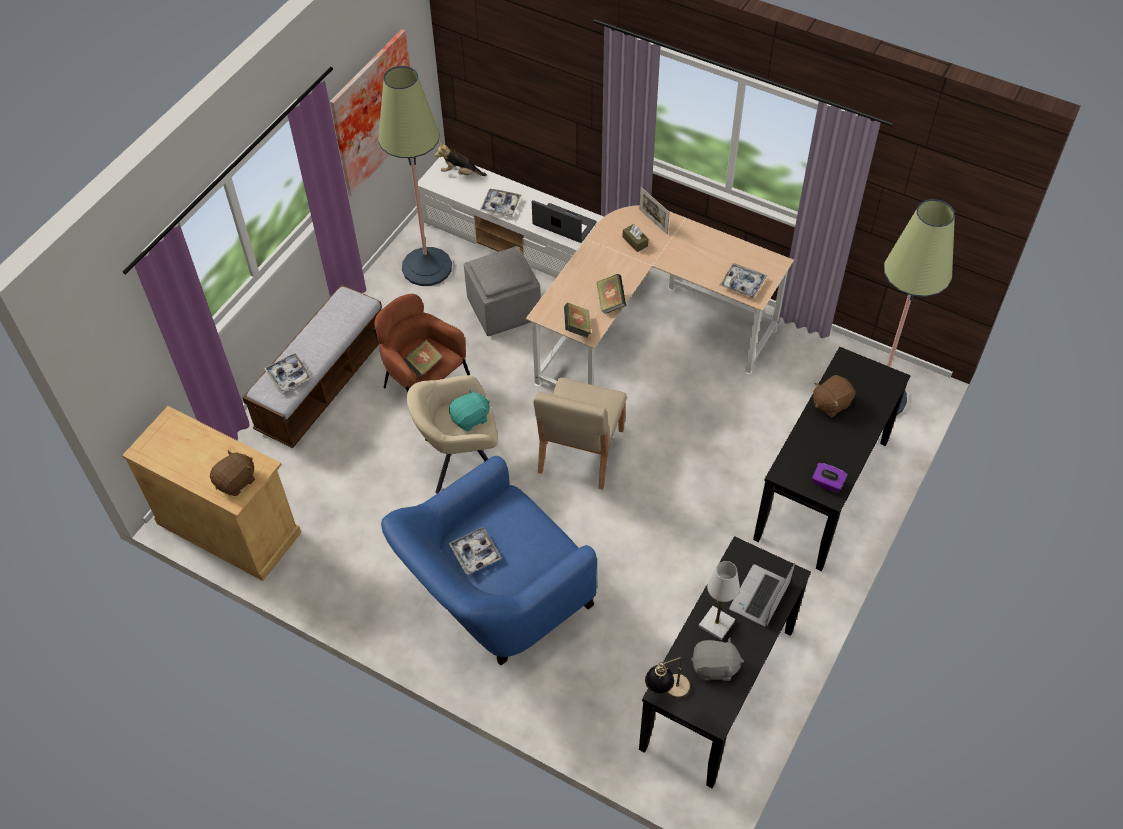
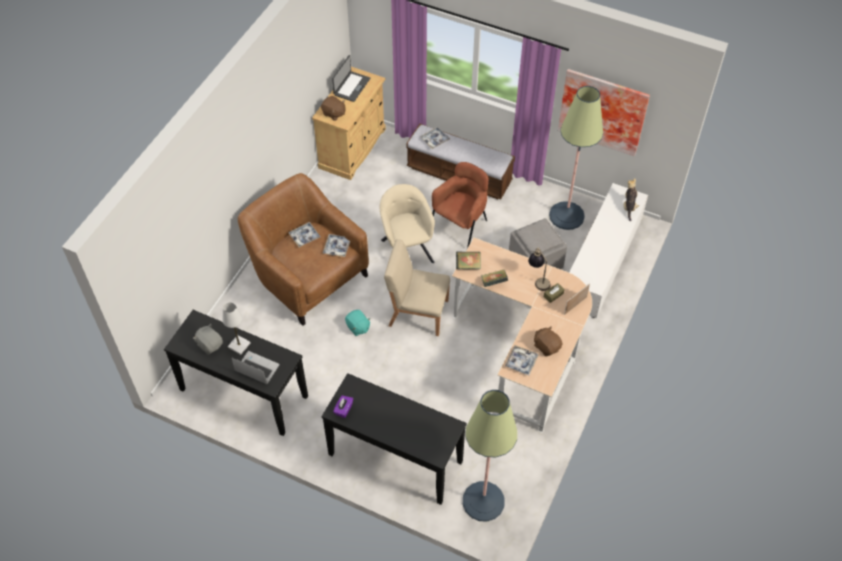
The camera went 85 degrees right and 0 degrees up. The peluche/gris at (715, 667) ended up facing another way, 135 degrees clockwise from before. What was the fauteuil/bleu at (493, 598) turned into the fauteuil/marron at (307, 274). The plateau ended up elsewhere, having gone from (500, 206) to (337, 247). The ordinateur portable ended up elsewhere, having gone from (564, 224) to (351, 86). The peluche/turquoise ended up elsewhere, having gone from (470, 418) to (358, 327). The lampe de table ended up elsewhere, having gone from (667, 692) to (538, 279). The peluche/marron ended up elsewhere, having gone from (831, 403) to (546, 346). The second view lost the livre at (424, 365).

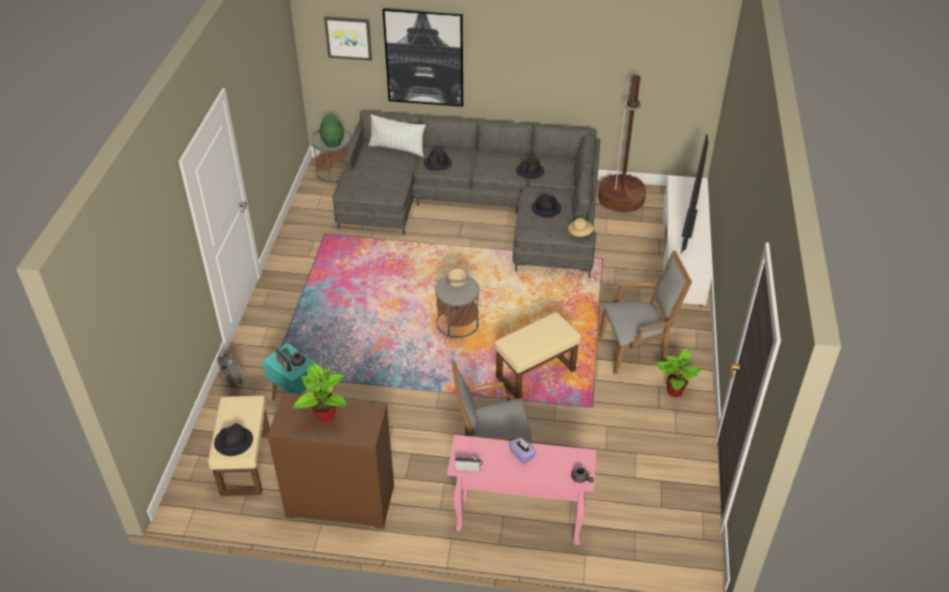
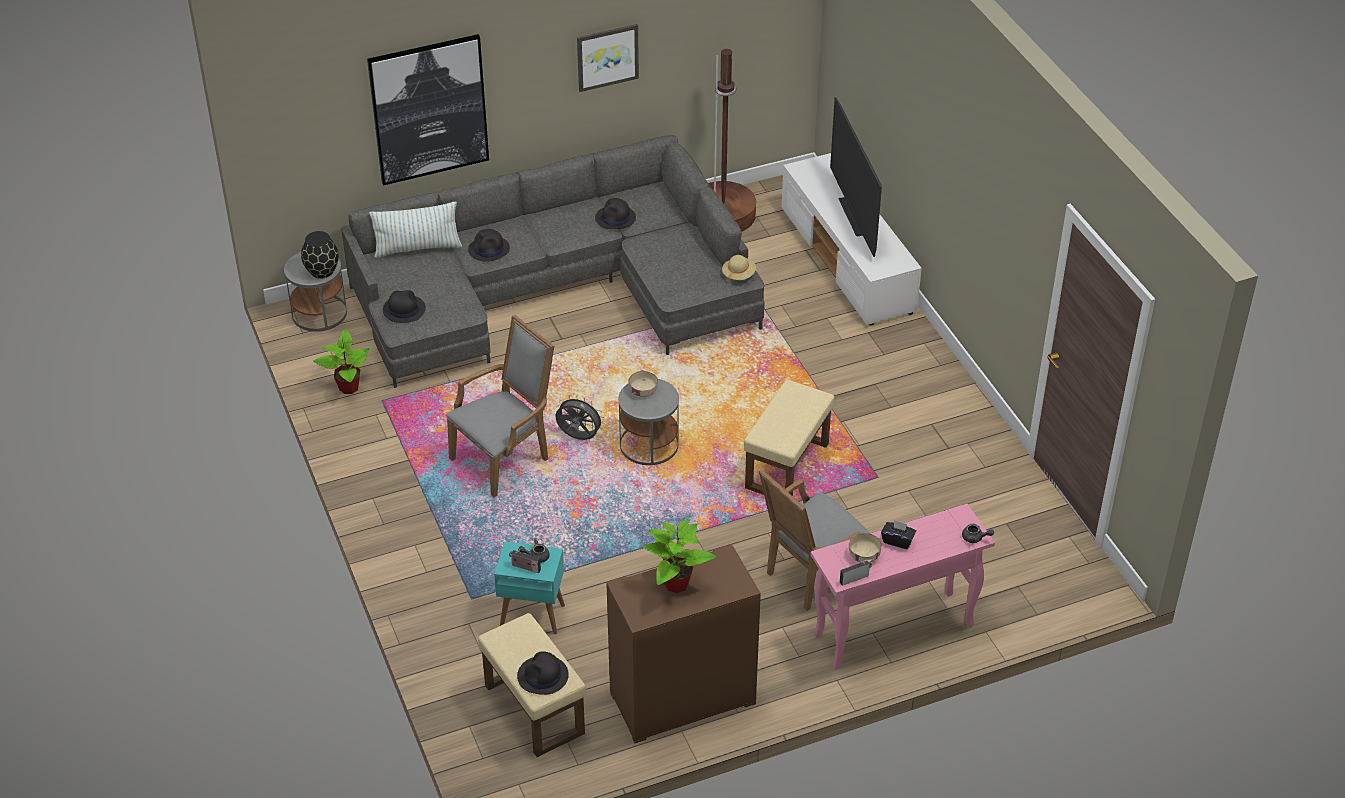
The camera went 30 degrees left and 0 degrees up. What was the vase/vert at (332, 143) turned into the vase/noir at (321, 271). The plante en pot ended up elsewhere, having gone from (675, 391) to (349, 387). The chapeau/noir ended up elsewhere, having gone from (546, 208) to (403, 309). The fauteuil/gris ended up elsewhere, having gone from (637, 350) to (506, 458). The ventilateur/gris ended up elsewhere, having gone from (232, 383) to (578, 438). The tableau ended up elsewhere, having gone from (348, 38) to (607, 57). The second view gained the bol/beige at (864, 555). What was the boîte à mouchoirs/violet at (522, 455) turned into the boîte à mouchoirs/noir at (897, 541).

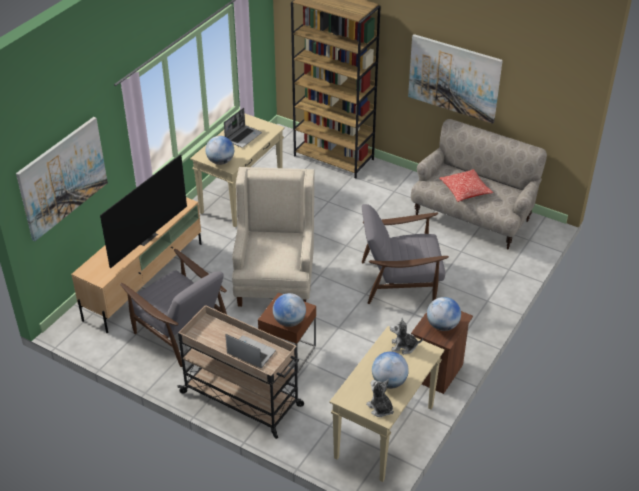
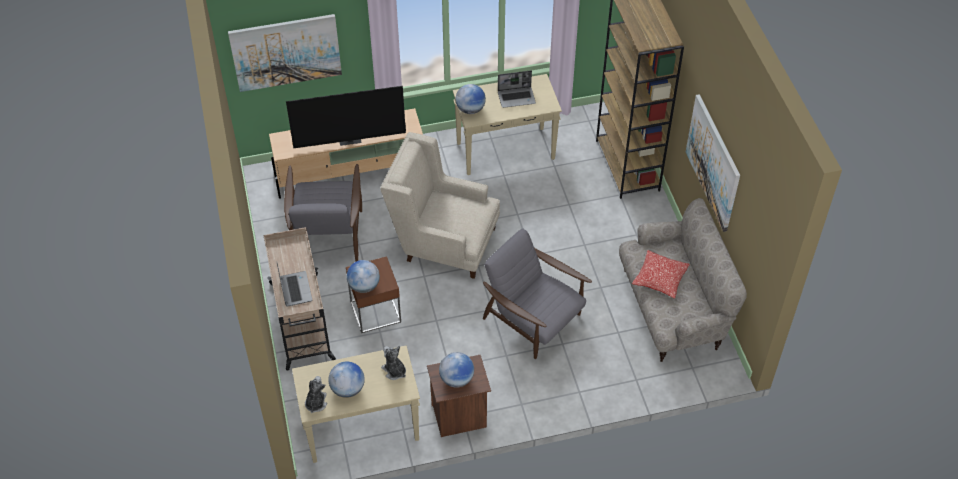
The camera went 45 degrees right and 10 degrees up. The fauteuil/beige at (275, 278) ended up facing another way, 120 degrees counterclockwise from before.

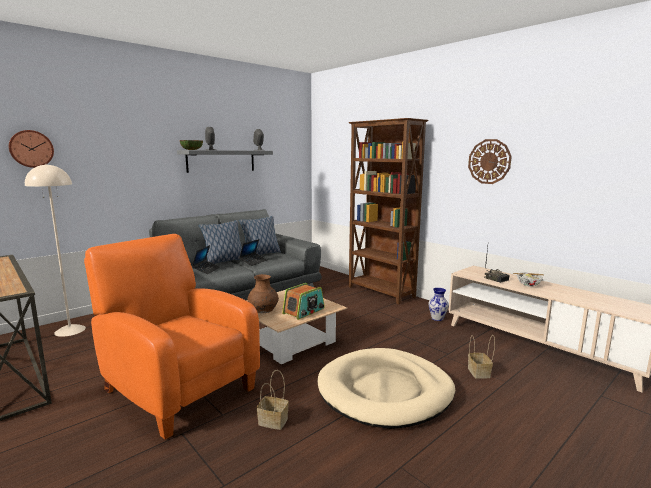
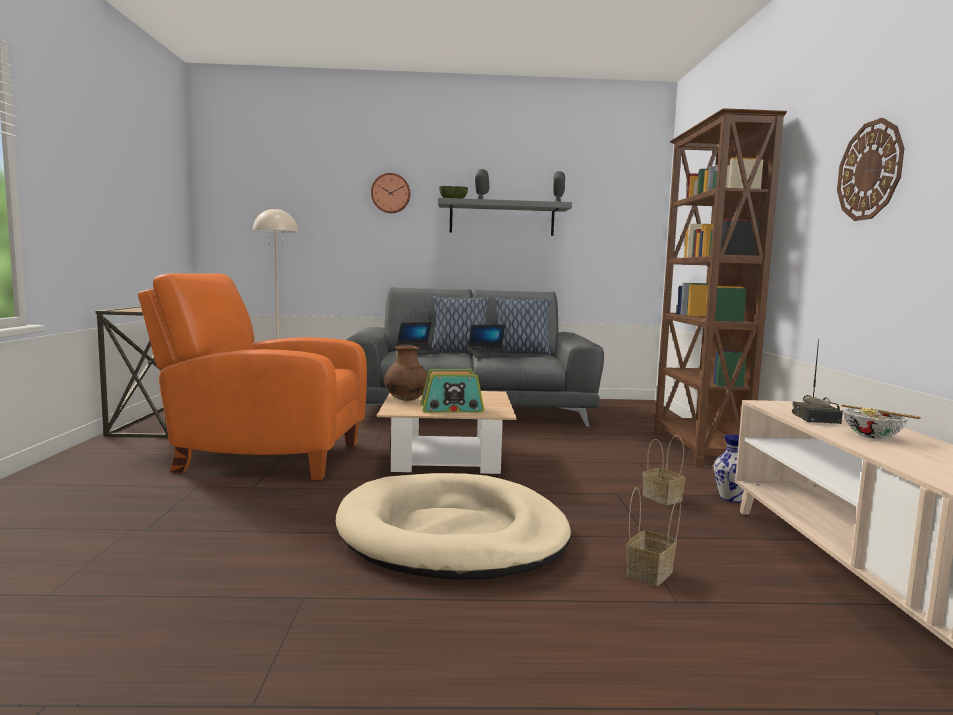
The camera went 40 degrees right and 5 degrees down. The fauteuil/orange at (176, 387) ended up facing another way, 75 degrees counterclockwise from before. The horloge murale ended up elsewhere, having gone from (31, 149) to (391, 193). The panier ended up elsewhere, having gone from (274, 421) to (663, 498).

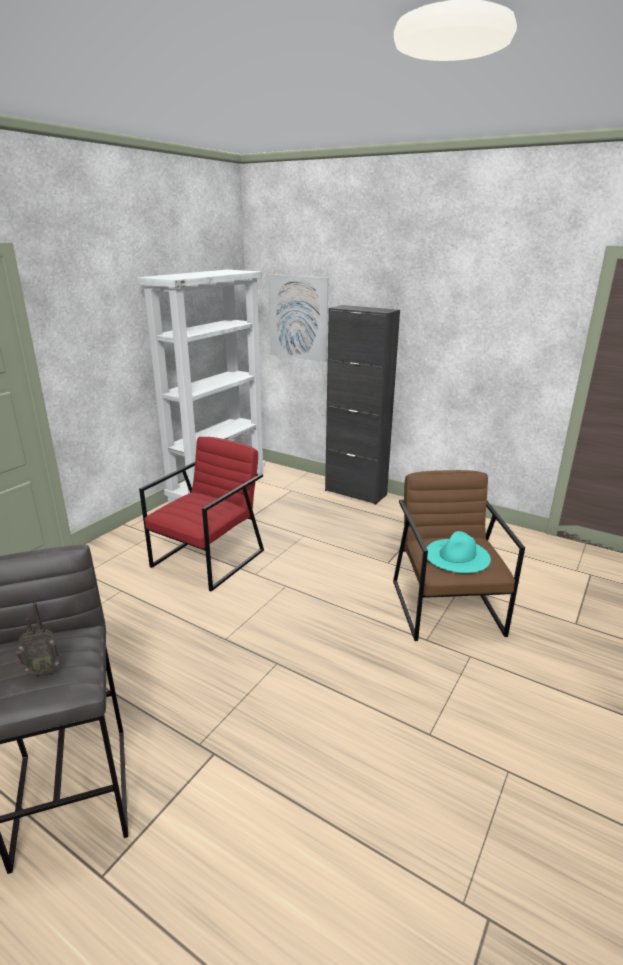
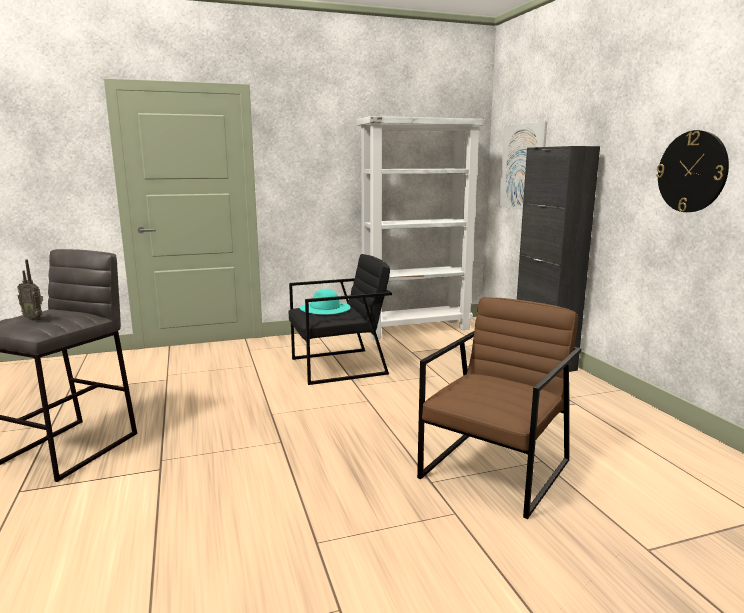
The camera went 40 degrees right and 10 degrees down. What was the fauteuil/rouge at (208, 558) turned into the fauteuil/noir at (338, 366). The chapeau/turquoise ended up elsewhere, having gone from (457, 555) to (325, 308). The second view gained the horloge murale at (692, 171).

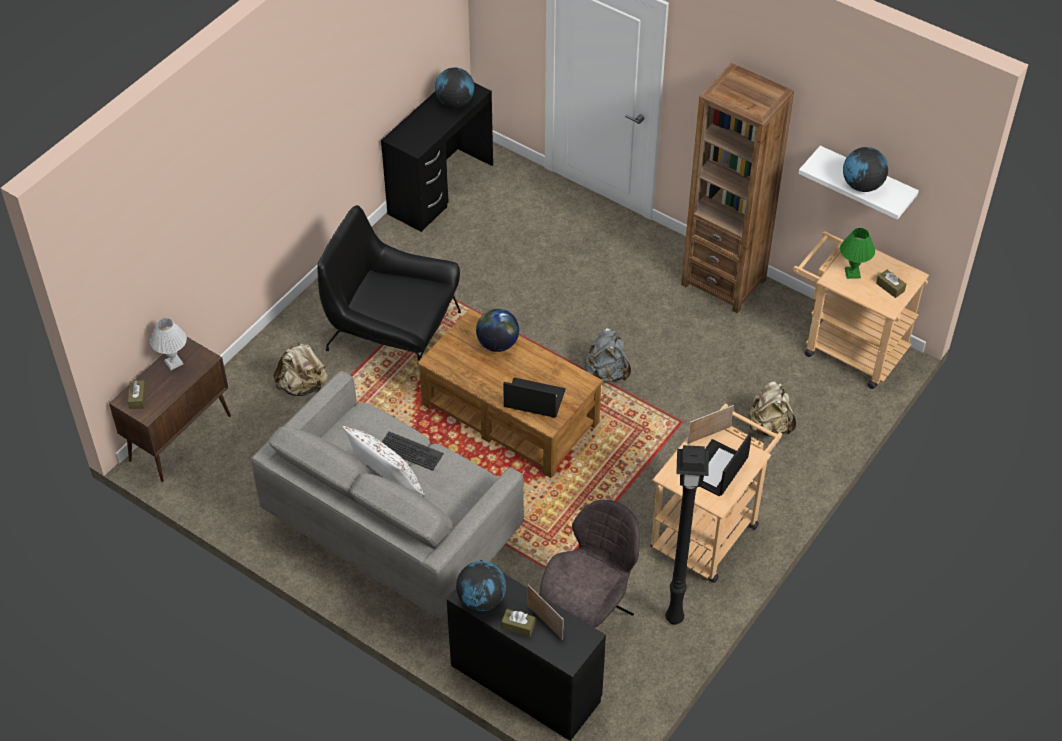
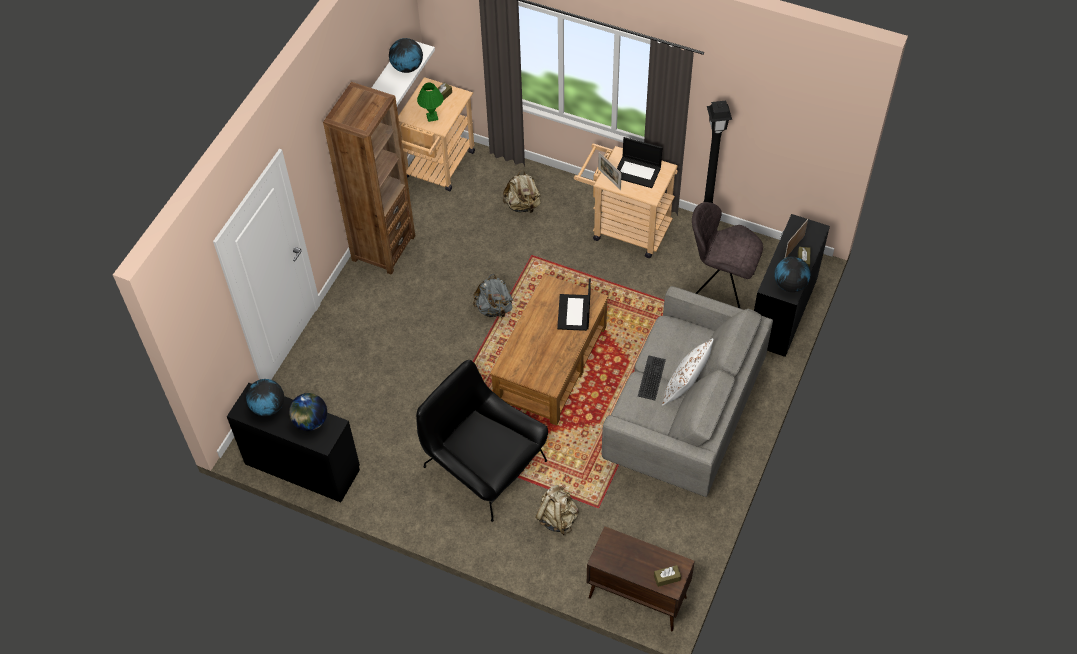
The camera went 100 degrees left and 5 degrees up. The globe ended up elsewhere, having gone from (497, 343) to (310, 421). The fauteuil/noir at (392, 332) ended up facing another way, 120 degrees clockwise from before. The second view lost the lampe de table/blanc at (174, 363).

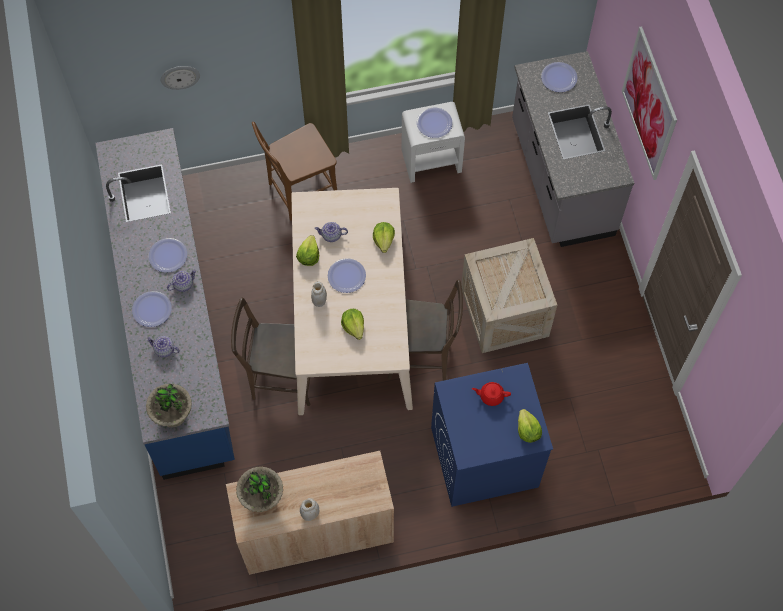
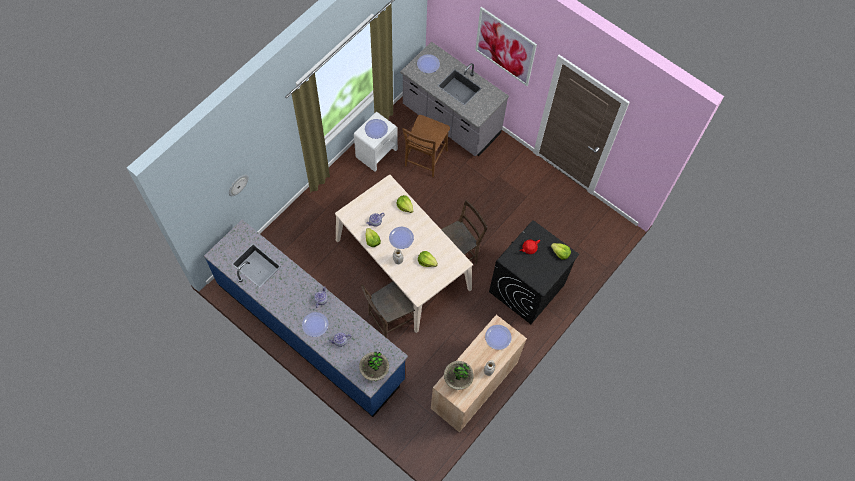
The camera went 40 degrees left and 0 degrees up. The chaise/marron ended up elsewhere, having gone from (299, 192) to (424, 160). The assiette ended up elsewhere, having gone from (168, 256) to (498, 337). What was the lave-linge/bleu at (483, 457) turned into the lave-linge/noir at (526, 288). The second view lost the caisse at (506, 313).

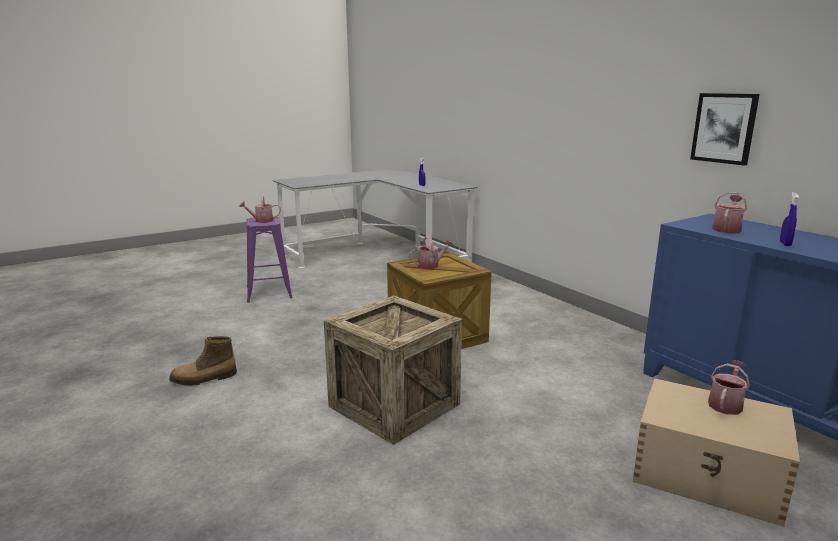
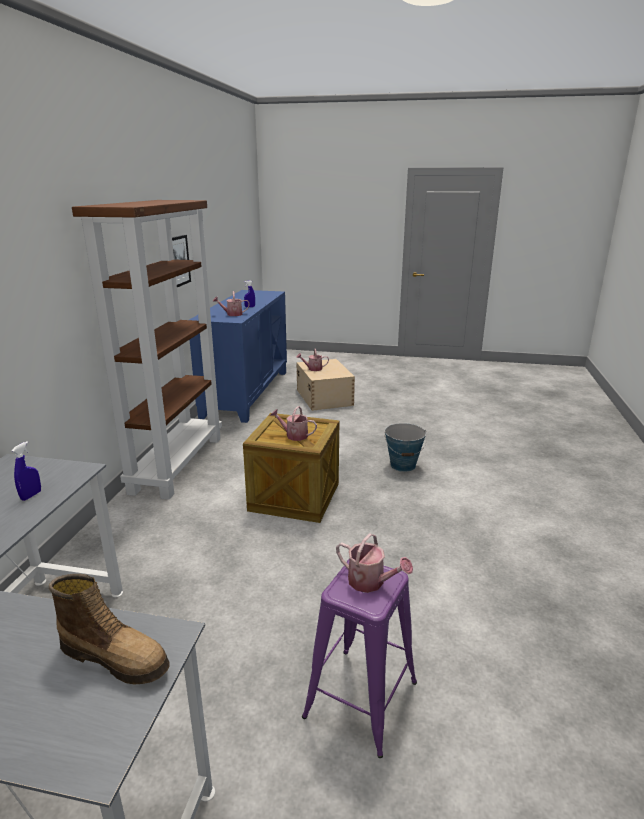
The camera went 135 degrees left and 5 degrees up. The botte ended up elsewhere, having gone from (204, 379) to (116, 657). The second view gained the bibliothèque/marron at (177, 463). Where the caisse stood at (394, 405), the seau came to stand at (403, 465).

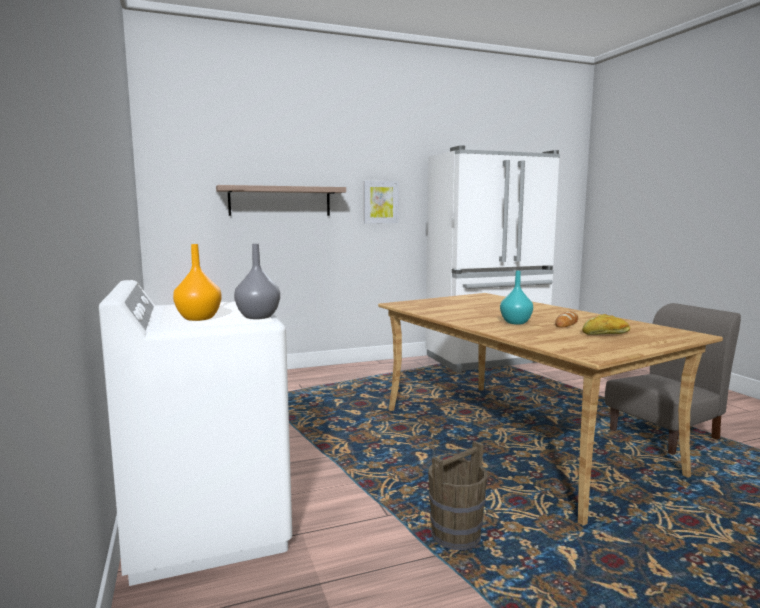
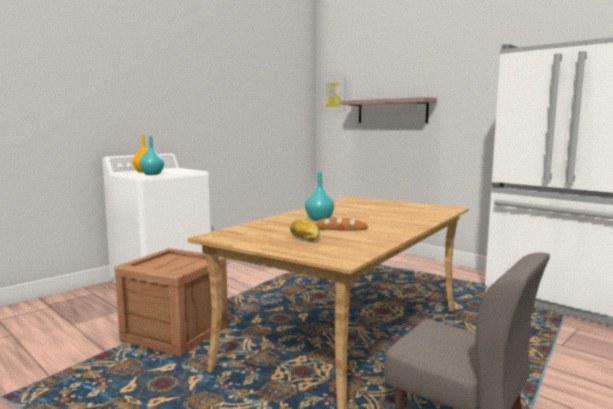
The camera went 65 degrees right and 0 degrees up. Where the seau/marron stood at (455, 536), the caisse came to stand at (175, 333). What was the vase/gris at (258, 316) turned into the vase/turquoise at (153, 174). The tableau ended up elsewhere, having gone from (380, 202) to (334, 95).

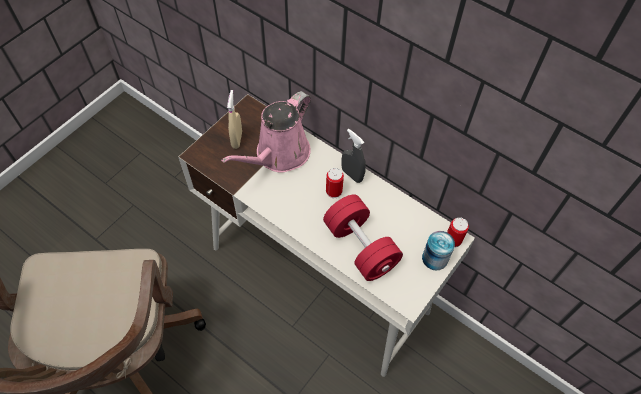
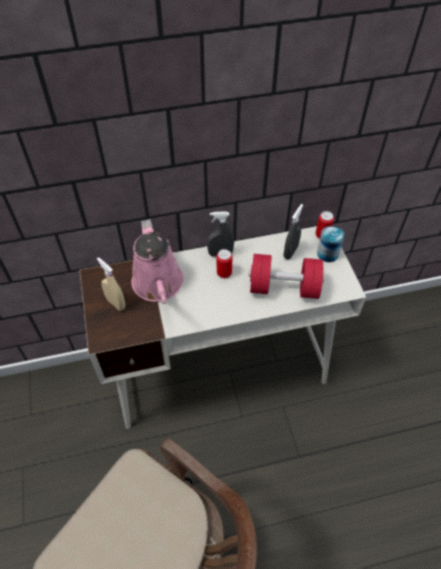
The camera went 50 degrees left and 5 degrees down. The second view gained the vaporisateur/gris at (290, 252).

